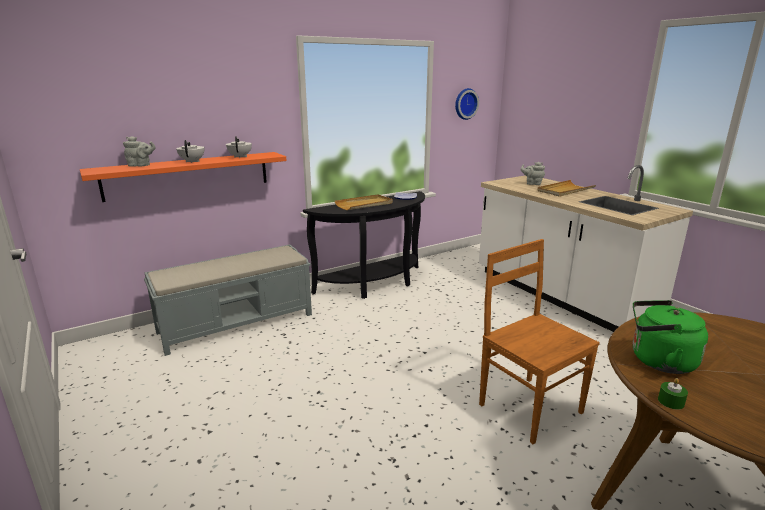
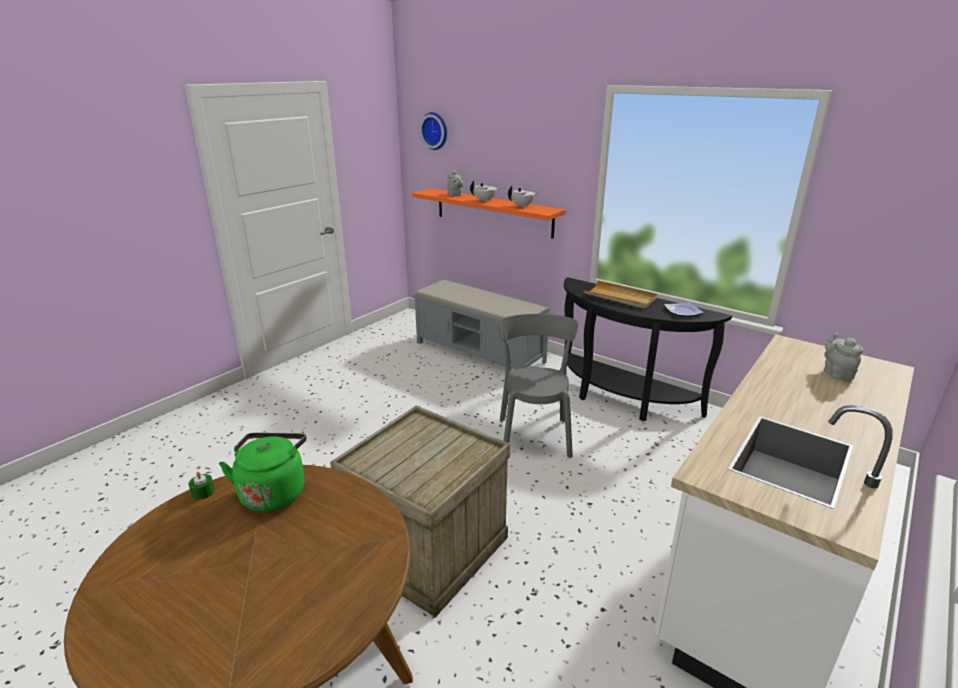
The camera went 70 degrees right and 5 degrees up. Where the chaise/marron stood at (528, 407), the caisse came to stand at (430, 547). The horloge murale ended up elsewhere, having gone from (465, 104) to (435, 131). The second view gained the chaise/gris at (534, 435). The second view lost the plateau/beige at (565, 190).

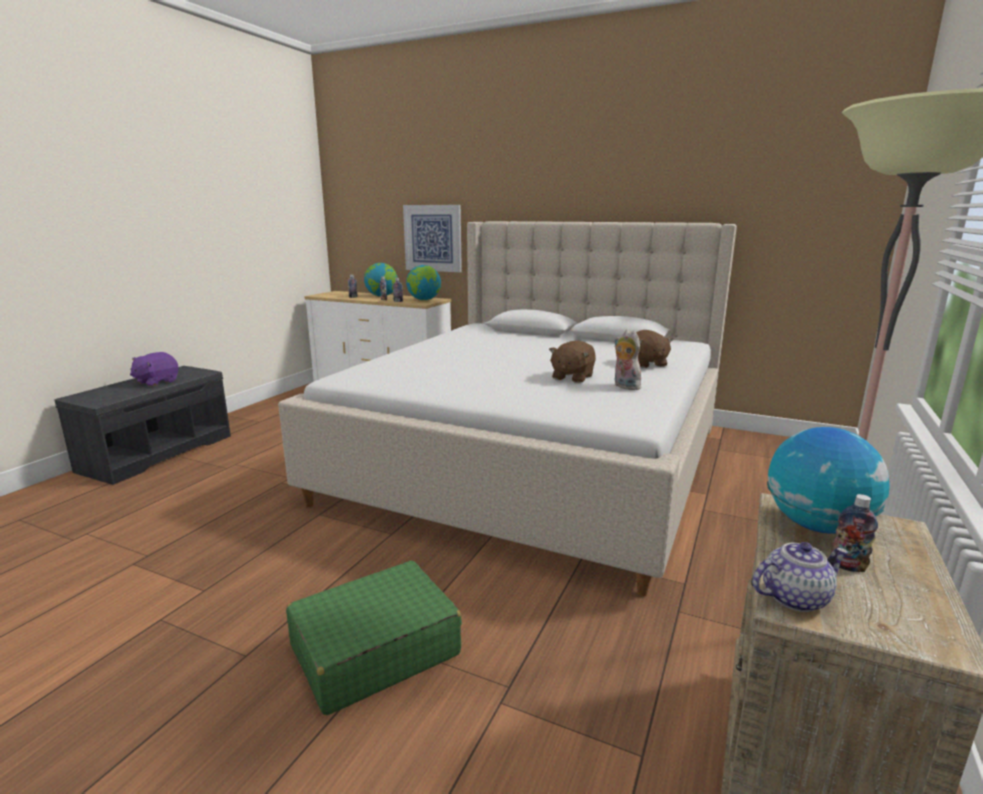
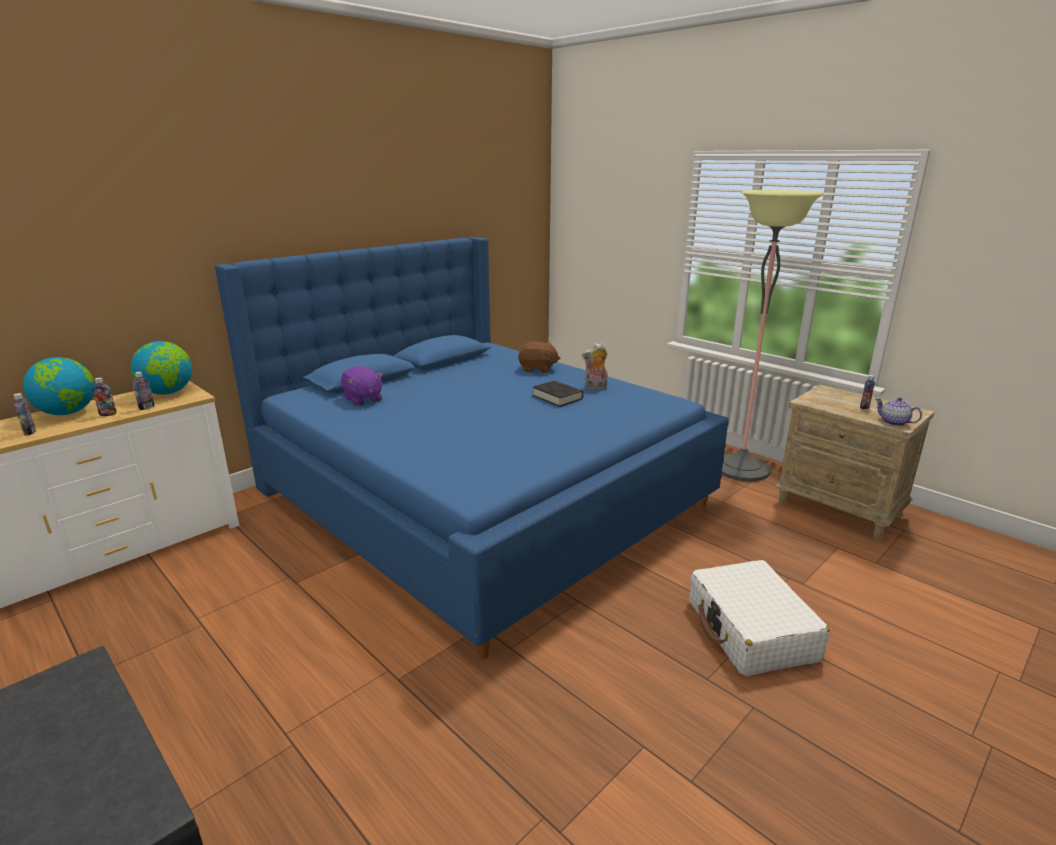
The camera went 70 degrees left and 5 degrees up. What was the lit/beige at (535, 461) turned into the lit/bleu at (479, 497). The peluche/violet ended up elsewhere, having gone from (156, 382) to (362, 399). Where the peluche/marron stood at (572, 377), the livre/noir came to stand at (557, 397). What was the valise/vert at (374, 650) turned into the valise/blanc at (751, 630). The théière at (794, 597) ended up facing another way, 45 degrees counterclockwise from before. The second view lost the tableau at (433, 238). The second view lost the globe at (816, 525).

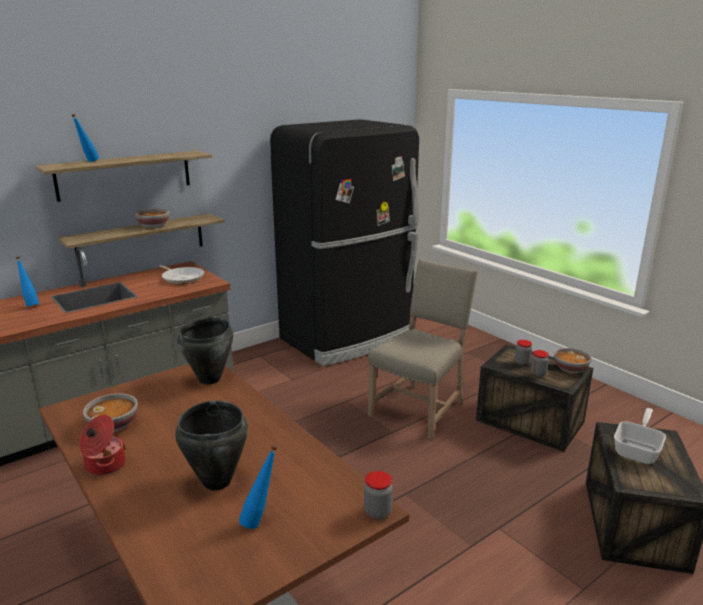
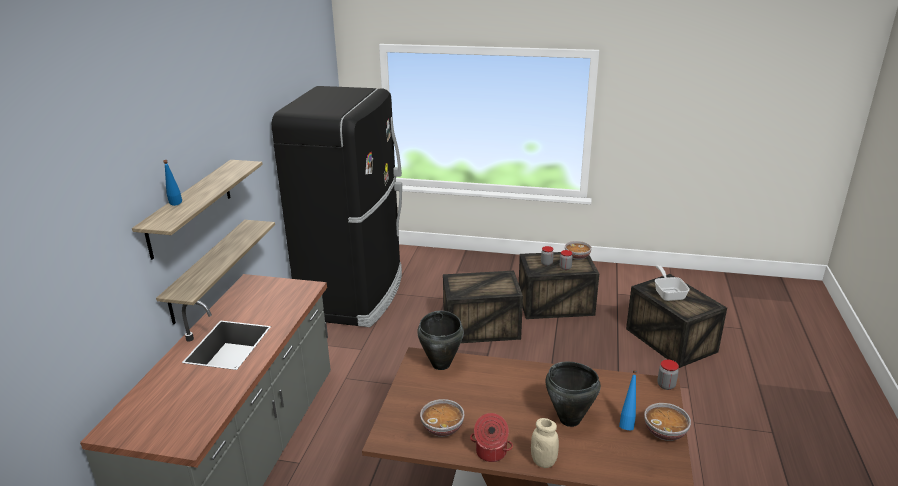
The camera went 40 degrees left and 5 degrees up. Where the chaise/beige stood at (420, 408), the caisse came to stand at (482, 327). The second view gained the bocal/beige at (543, 462). The bol ended up elsewhere, having gone from (154, 226) to (665, 432). The second view lost the bouteille/bleu at (31, 305). The second view lost the poêle at (182, 278).

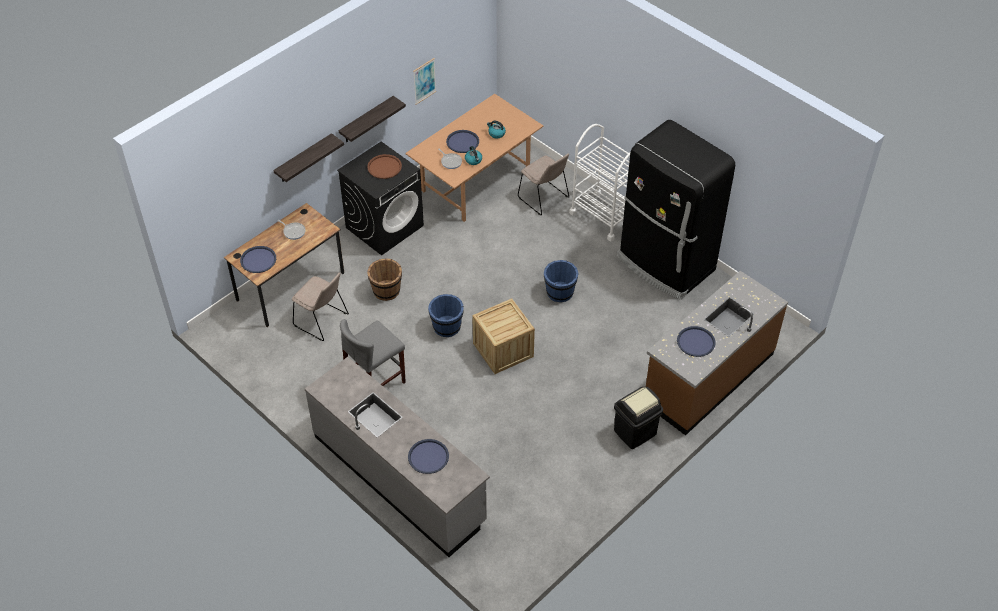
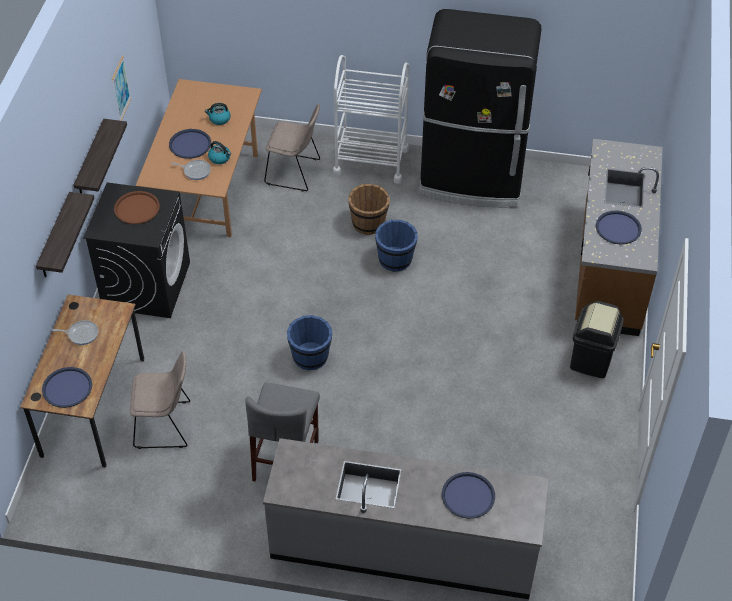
The camera went 35 degrees left and 0 degrees up. The seau/marron ended up elsewhere, having gone from (386, 291) to (368, 223). The second view lost the caisse at (503, 350).

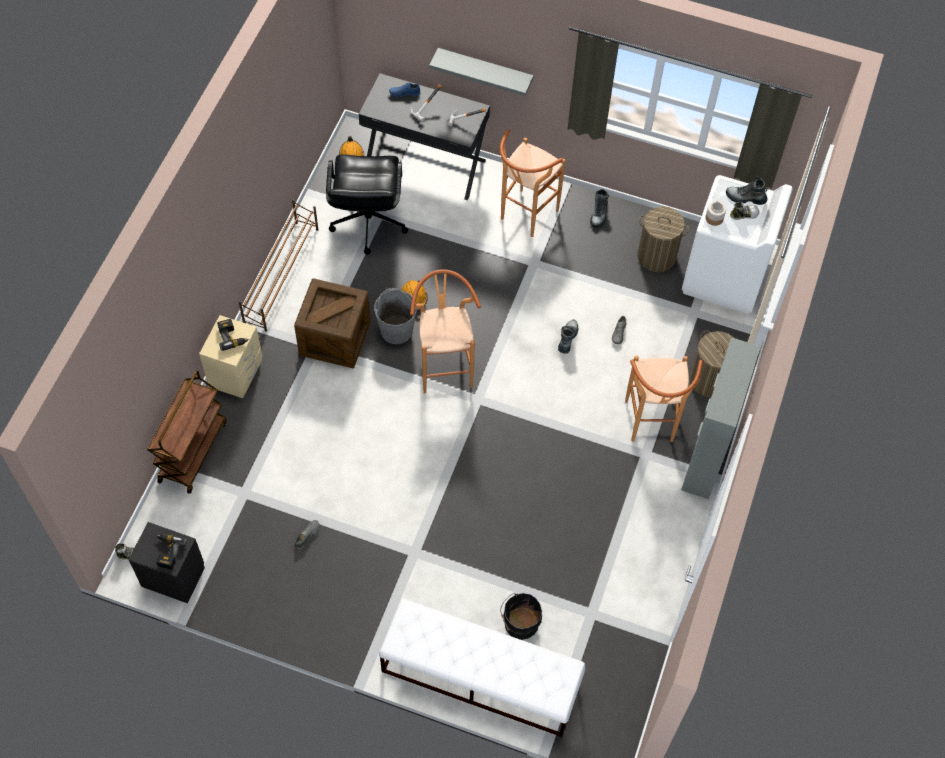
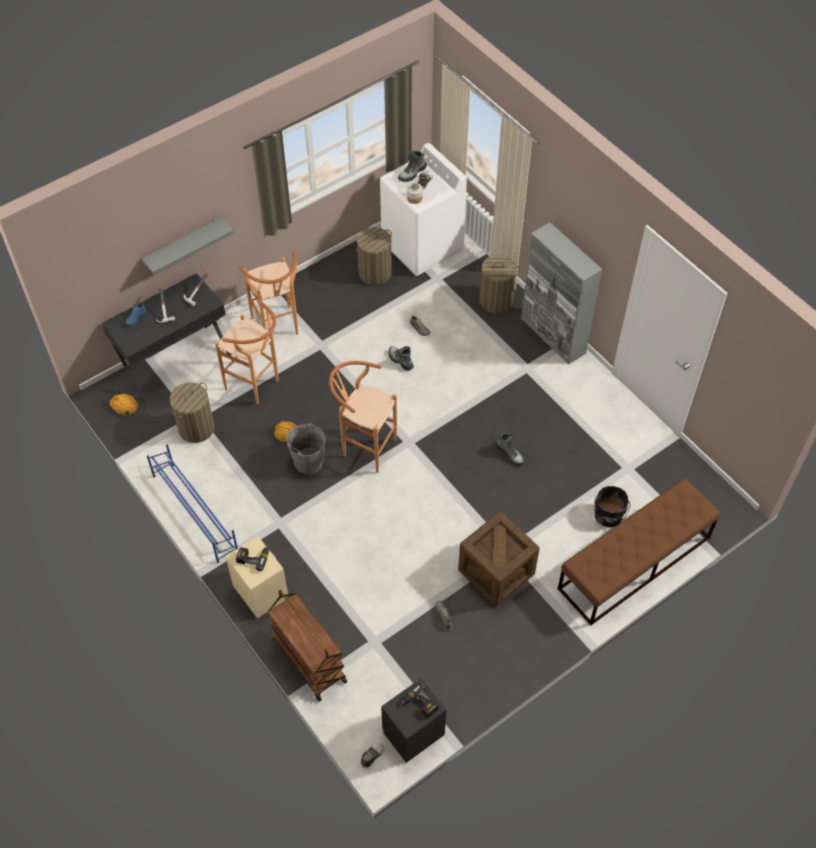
The camera went 55 degrees left and 5 degrees down. What was the étagère à chaussures/marron at (282, 275) turned into the étagère à chaussures/bleu at (194, 511). Where the chaise de bureau/noir stood at (367, 223), the panier à linge came to stand at (196, 428). The tabouret/marron ended up elsewhere, having gone from (651, 426) to (257, 386). The caisse ended up elsewhere, having gone from (335, 338) to (496, 572). The botte ended up elsewhere, having gone from (599, 214) to (509, 454). What was the banc/blanc at (480, 677) turned into the banc/marron at (634, 563).

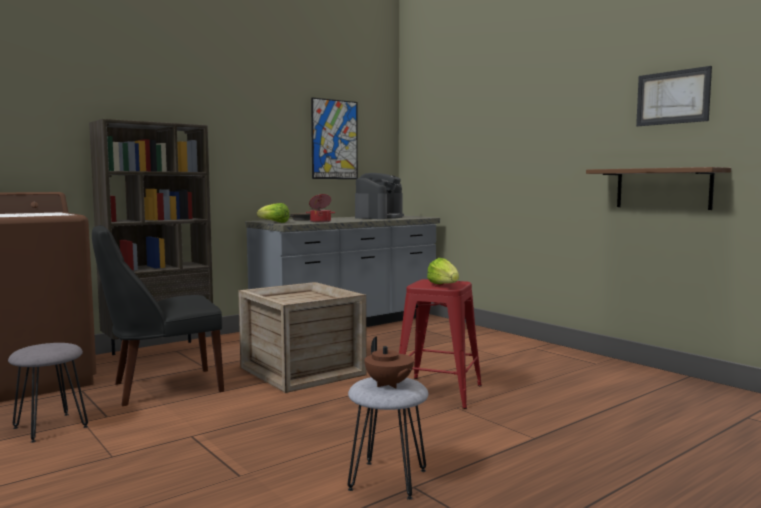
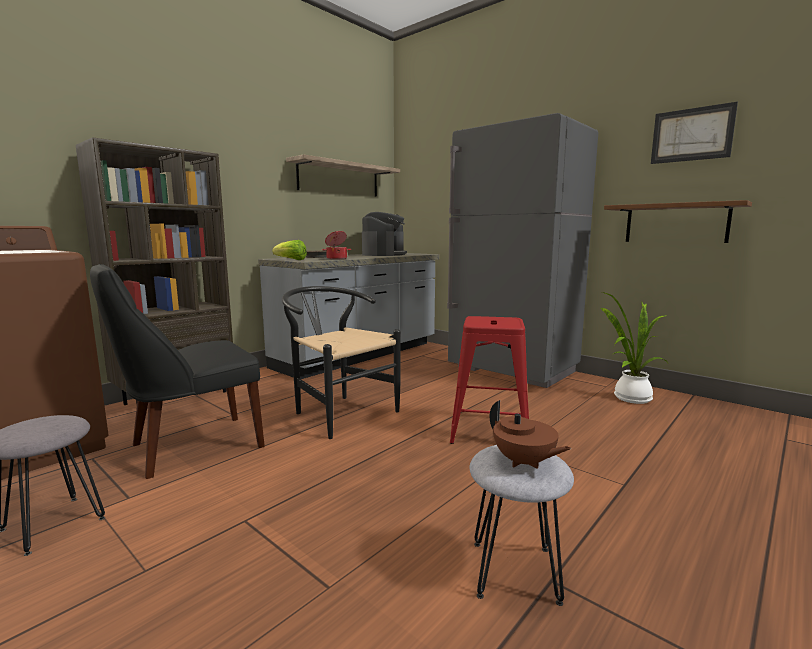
The camera went 10 degrees left and 5 degrees up. Where the caisse stood at (302, 370), the chaise/noir came to stand at (338, 412). Where the tableau hung at (334, 139), the étagère came to hang at (339, 179). The second view gained the réfrigérateur/gris at (513, 371). The second view gained the plante en pot at (629, 398). The second view lost the laitue at (444, 285).

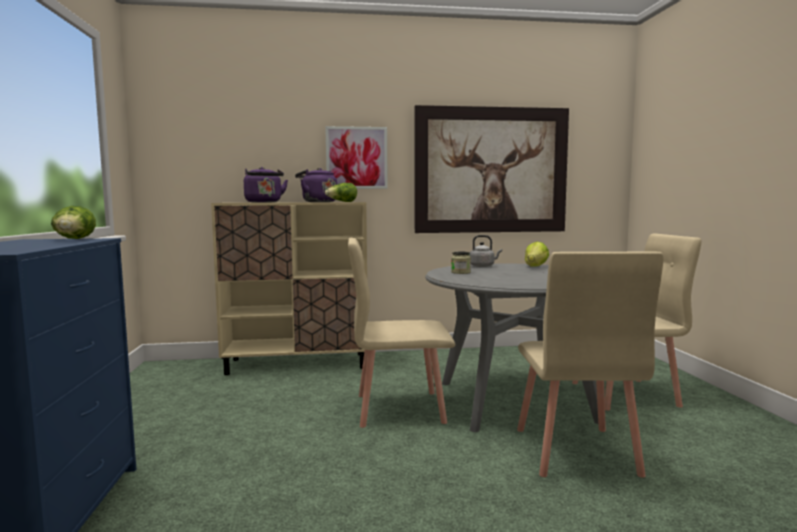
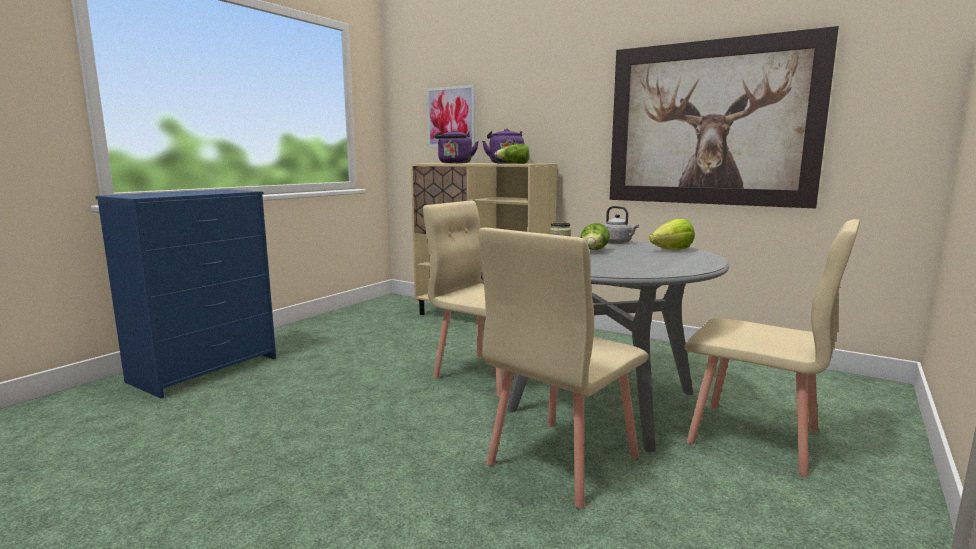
The camera went 40 degrees right and 5 degrees up. The tableau ended up elsewhere, having gone from (356, 158) to (451, 117). The laitue ended up elsewhere, having gone from (74, 239) to (594, 251).

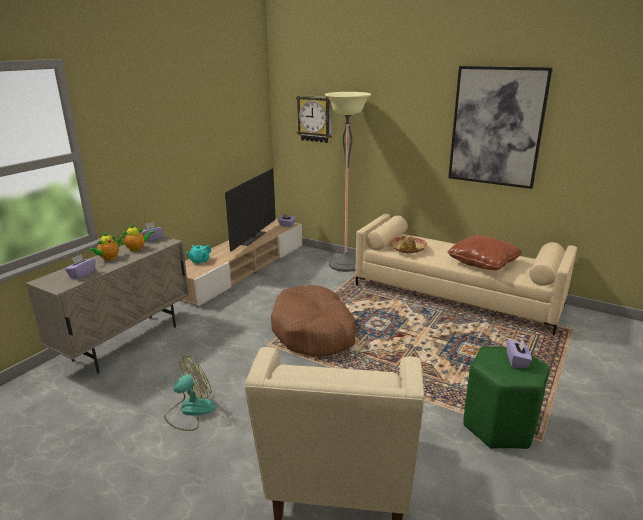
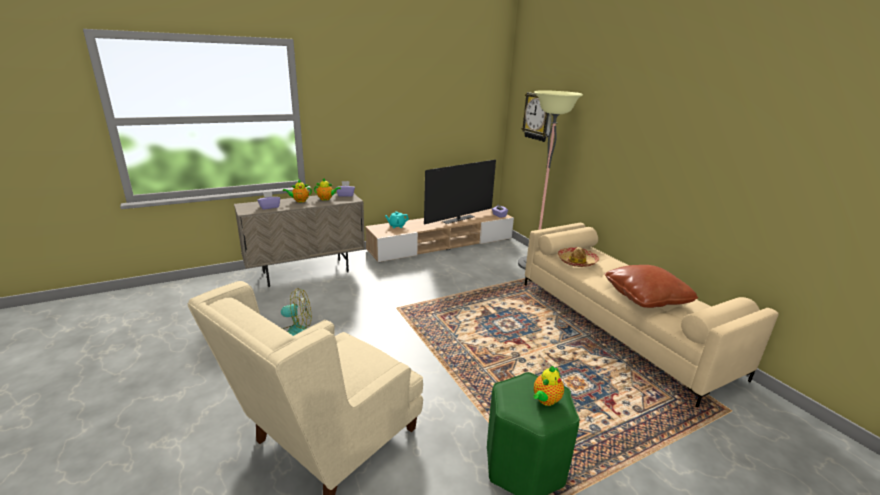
The camera went 30 degrees right and 0 degrees up. Where the boîte à mouchoirs/violet stood at (517, 361), the théière came to stand at (545, 400). The second view lost the panier pour chien/marron at (314, 332). The second view lost the tableau at (496, 127).

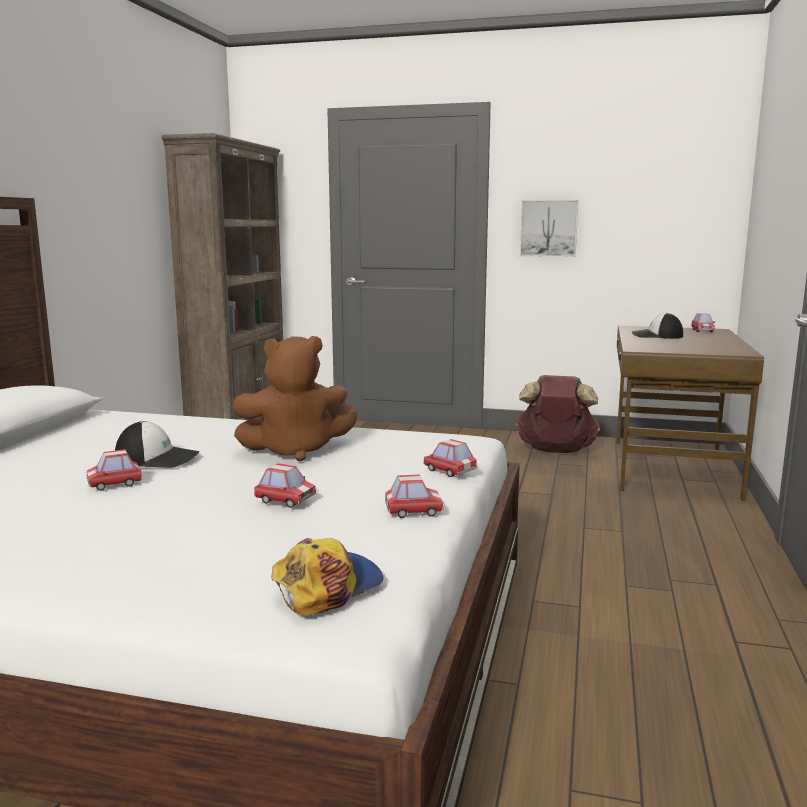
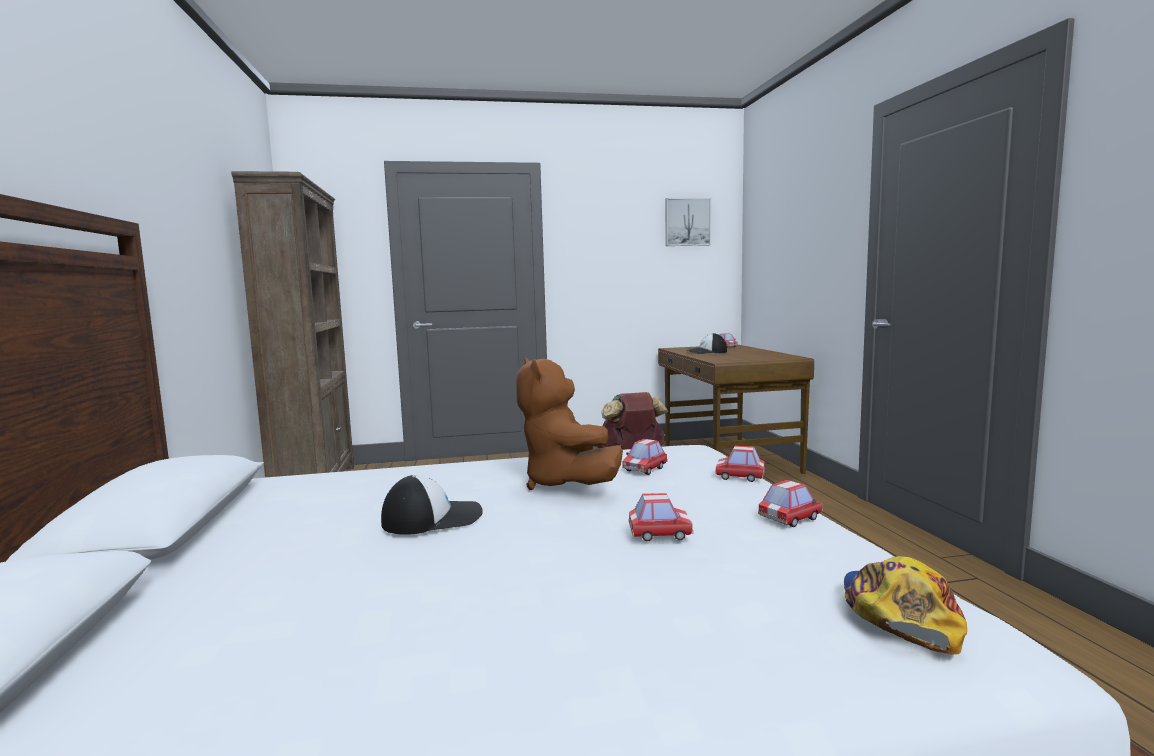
The camera went 25 degrees left and 5 degrees down. The peluche/marron at (296, 450) ended up facing another way, 105 degrees clockwise from before. The petite voiture ended up elsewhere, having gone from (115, 484) to (645, 469). The tableau ended up elsewhere, having gone from (548, 228) to (687, 222).

